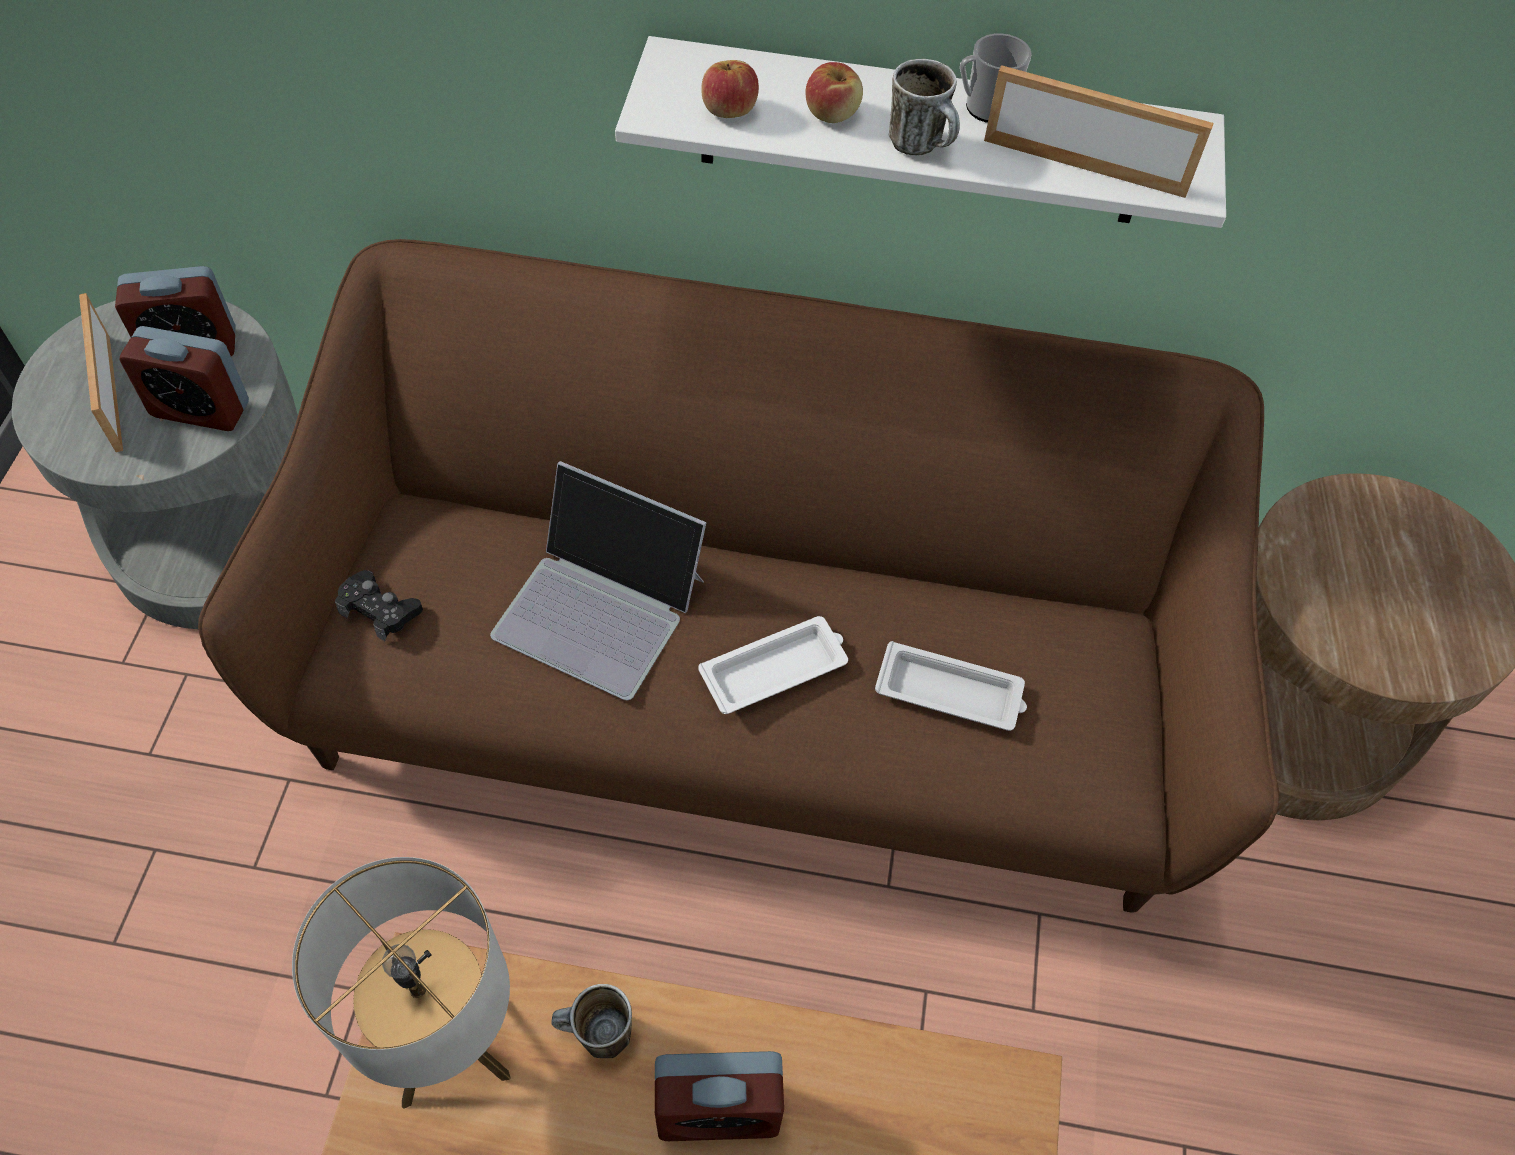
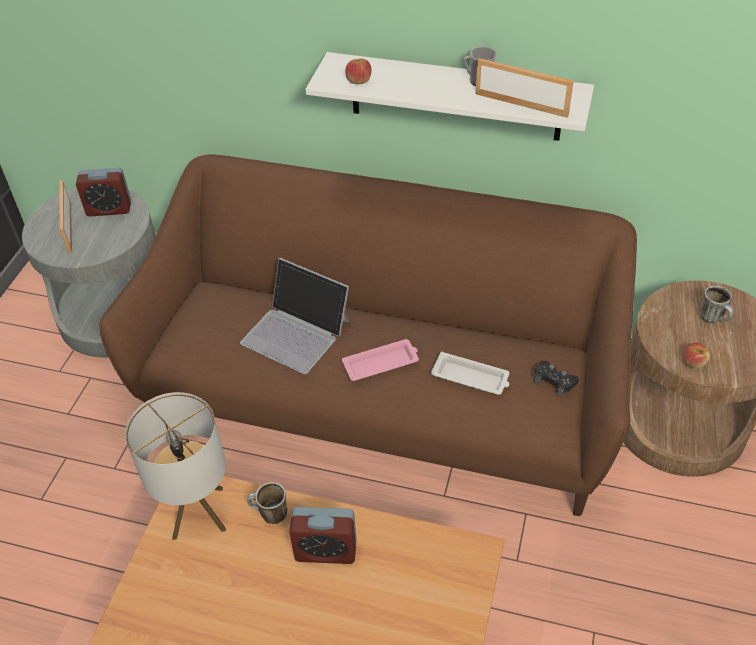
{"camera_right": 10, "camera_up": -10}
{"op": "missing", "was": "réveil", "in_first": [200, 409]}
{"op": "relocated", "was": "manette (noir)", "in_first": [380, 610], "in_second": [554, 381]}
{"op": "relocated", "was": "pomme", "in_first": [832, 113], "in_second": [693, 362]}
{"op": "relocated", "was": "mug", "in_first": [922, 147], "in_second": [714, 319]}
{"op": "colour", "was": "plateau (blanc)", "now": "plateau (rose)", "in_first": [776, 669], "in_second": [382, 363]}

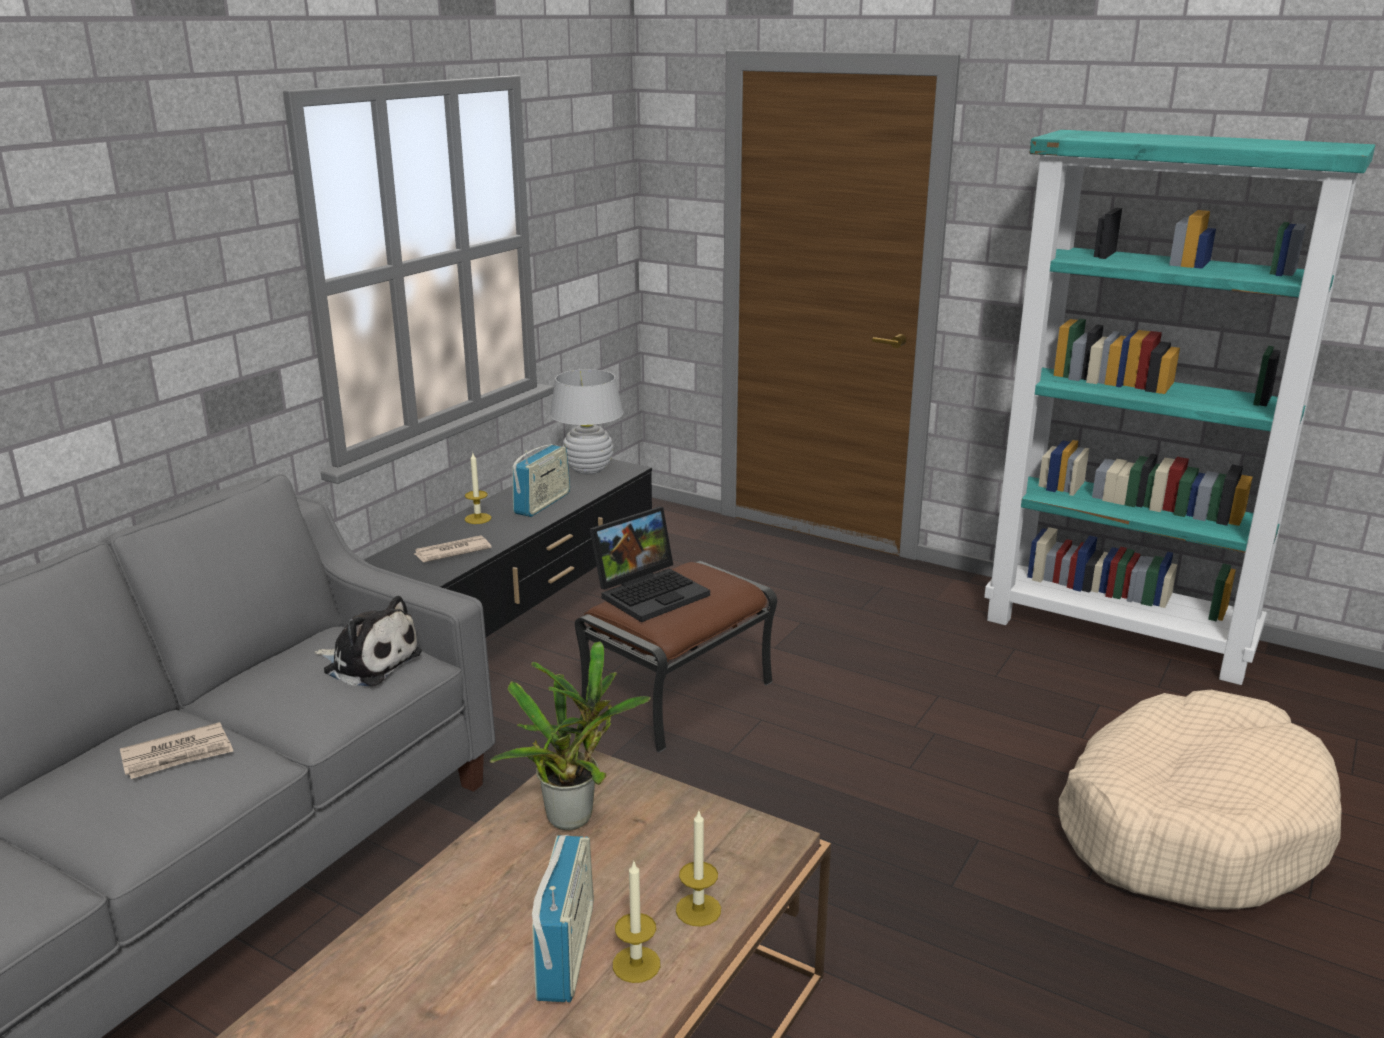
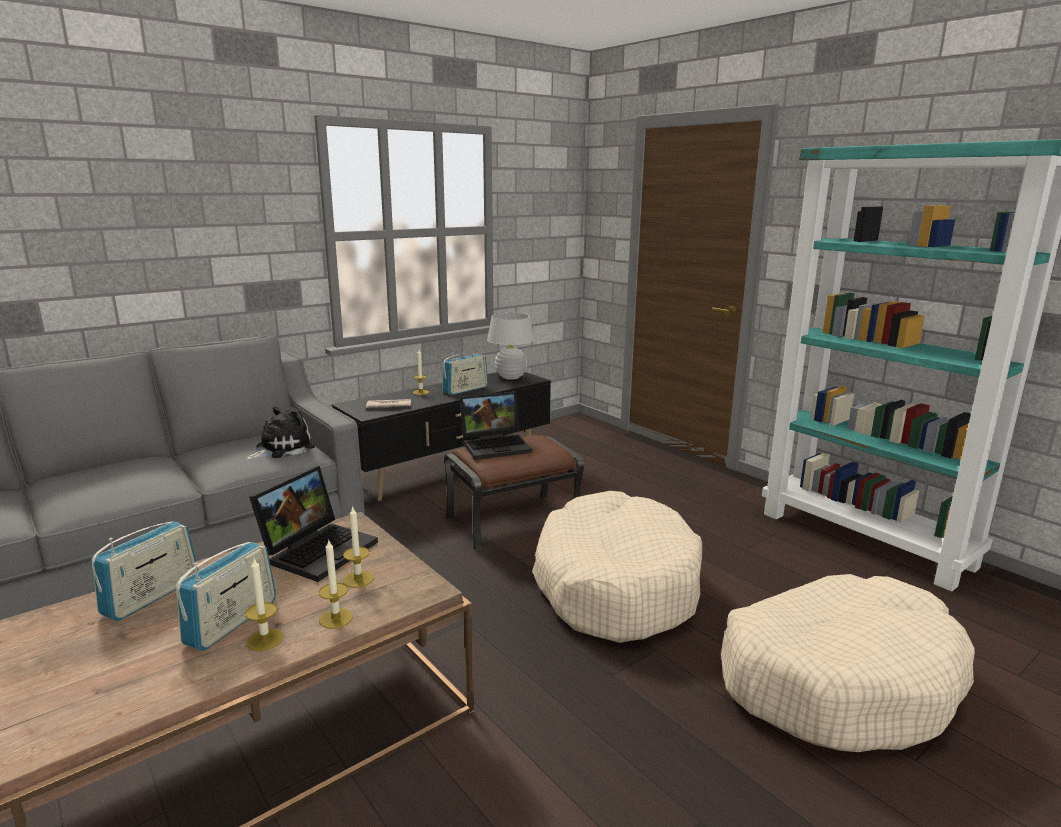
{"camera_right": 20, "camera_up": -5}
{"op": "missing", "was": "journal", "in_first": [178, 755]}
{"op": "appeared", "now": "radio", "in_second": [152, 596]}
{"op": "appeared", "now": "bougie", "in_second": [358, 579]}
{"op": "appeared", "now": "panier pour chien (beige)", "in_second": [615, 585]}
{"op": "exchanged", "was": "plante en pot", "now": "ordinateur portable", "in_first": [574, 815], "in_second": [319, 549]}
{"op": "spun", "was": "peluche", "in_first": [369, 662], "in_second": [281, 448], "clockwise": -90}

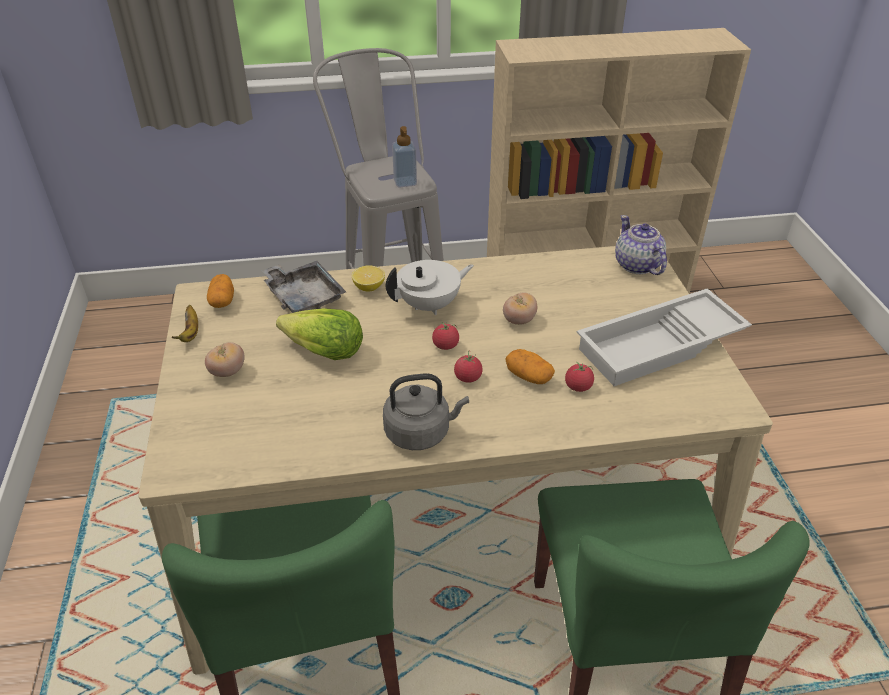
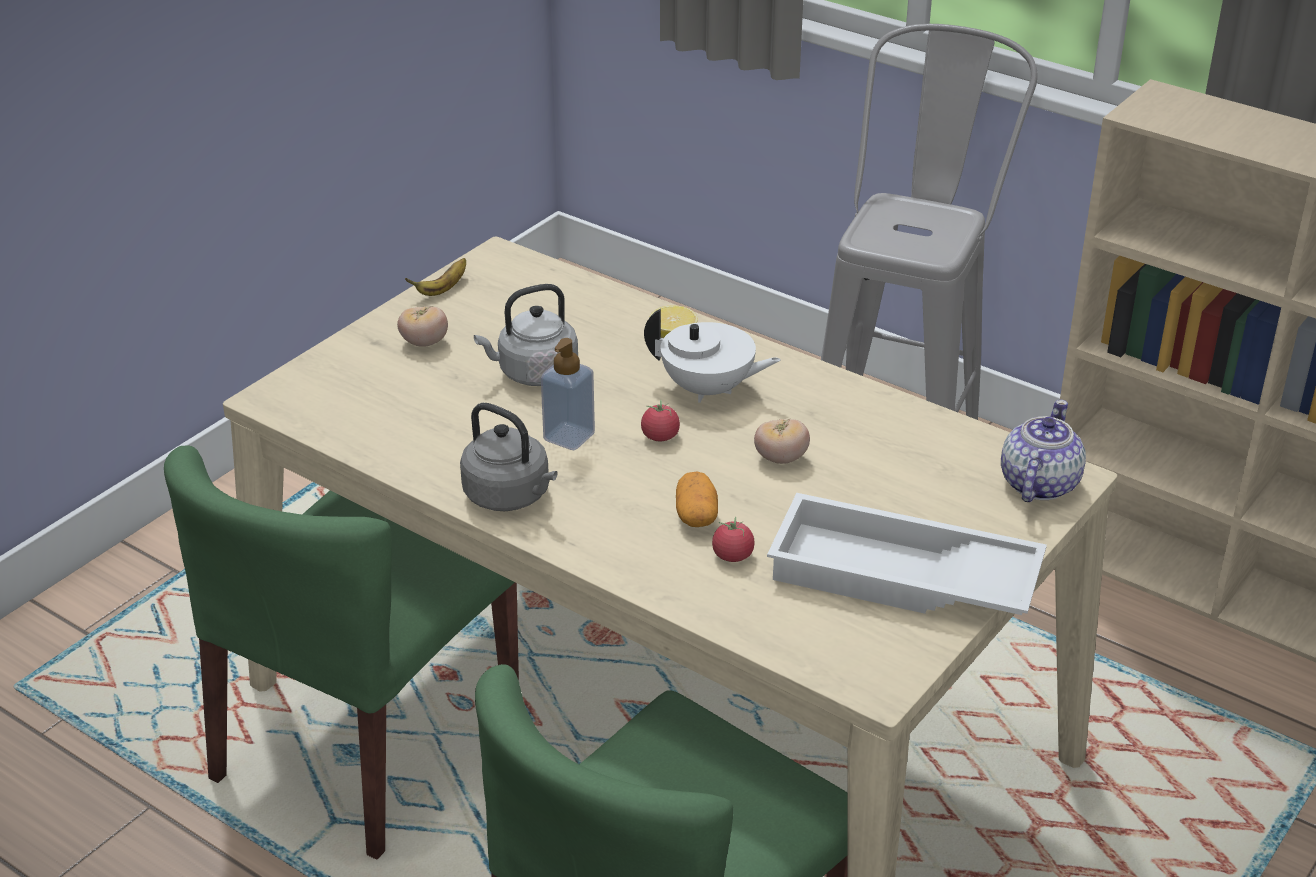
{"camera_right": 45, "camera_up": -5}
{"op": "missing", "was": "pomme de terre", "in_first": [222, 300]}
{"op": "missing", "was": "plateau (gris)", "in_first": [304, 297]}
{"op": "missing", "was": "tomate", "in_first": [468, 377]}
{"op": "relocated", "was": "distributeur de savon", "in_first": [405, 182], "in_second": [569, 437]}
{"op": "exchanged", "was": "laitue", "now": "bouilloire (gris)", "in_first": [323, 351], "in_second": [533, 373]}

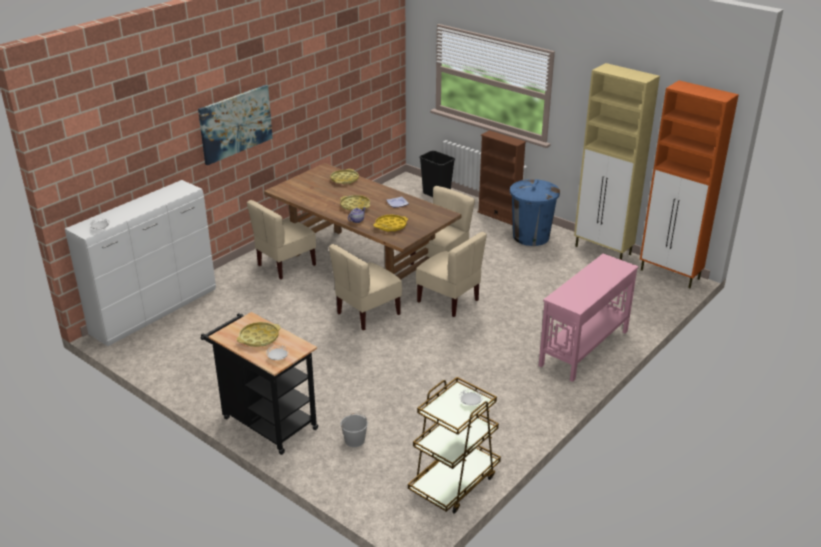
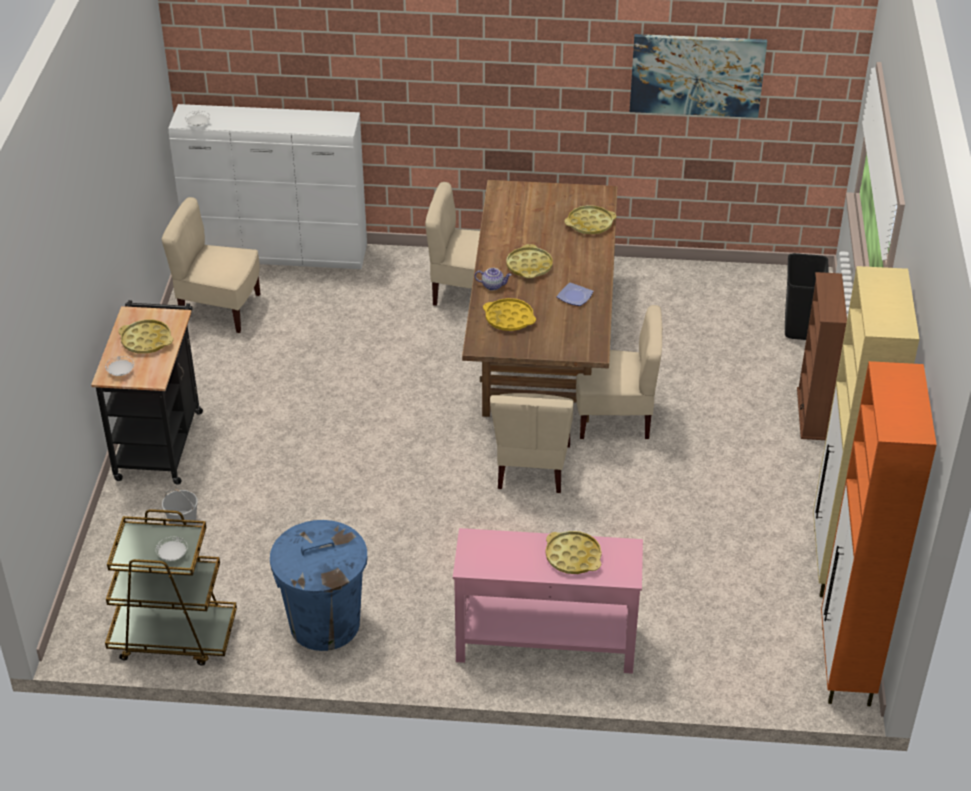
{"camera_right": 55, "camera_up": 10}
{"op": "appeared", "now": "plateau (jaune)", "in_second": [573, 556]}
{"op": "relocated", "was": "tableau", "in_first": [235, 123], "in_second": [697, 75]}
{"op": "relocated", "was": "chaise (beige)", "in_first": [367, 314], "in_second": [219, 309]}
{"op": "relocated", "was": "poubelle (bleu)", "in_first": [530, 237], "in_second": [324, 623]}

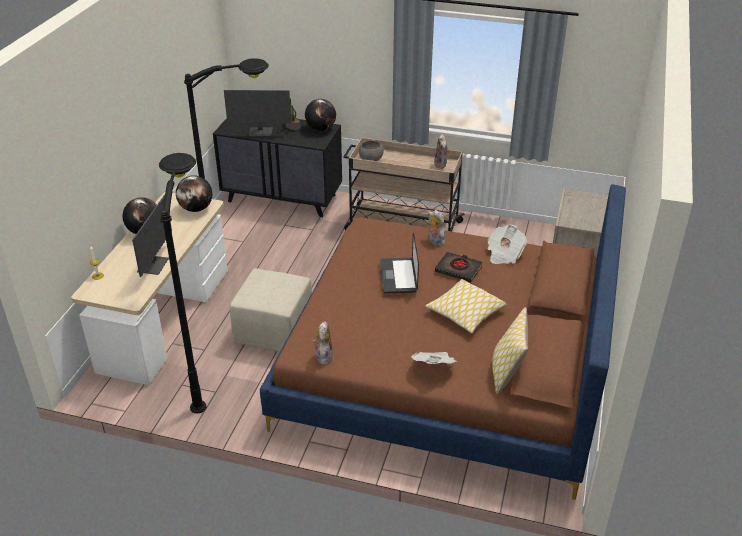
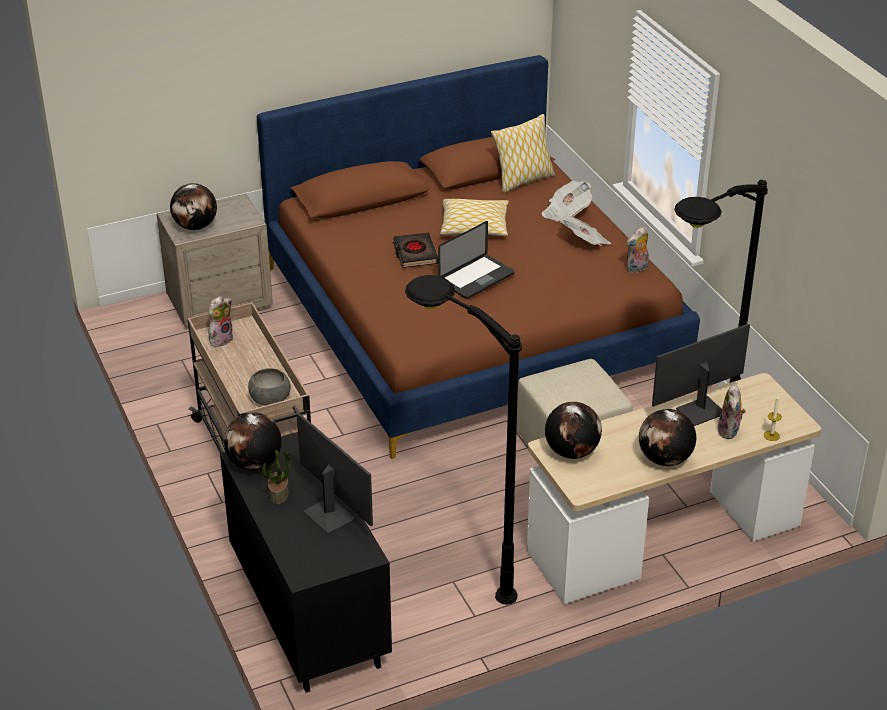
{"camera_right": -130, "camera_up": 0}
{"op": "appeared", "now": "globe", "in_second": [195, 226]}
{"op": "relocated", "was": "peluche", "in_first": [435, 241], "in_second": [730, 431]}
{"op": "relocated", "was": "journal", "in_first": [504, 254], "in_second": [585, 243]}

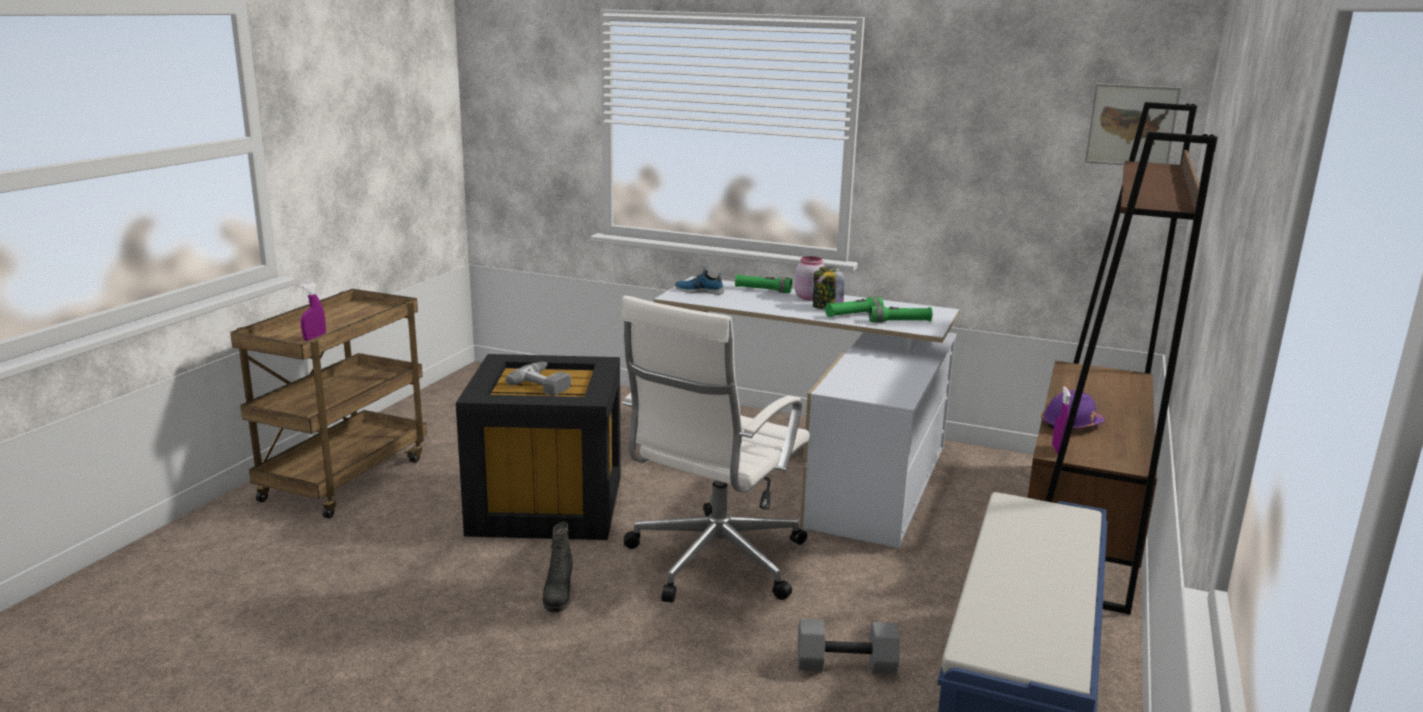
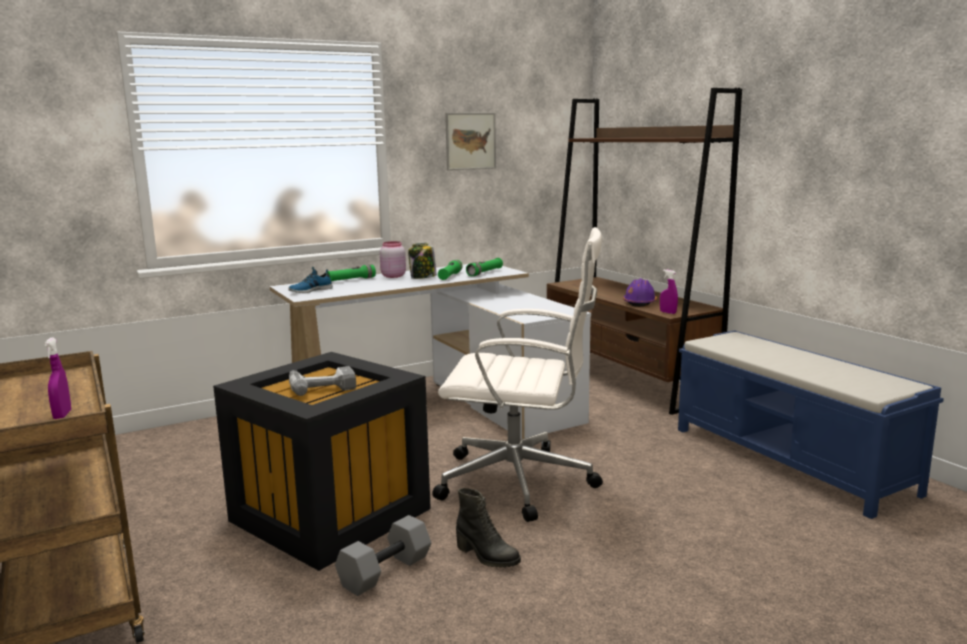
{"camera_right": -50, "camera_up": -5}
{"op": "relocated", "was": "haltère (gris)", "in_first": [846, 664], "in_second": [385, 570]}
{"op": "relocated", "was": "tableau", "in_first": [1131, 125], "in_second": [470, 141]}
{"op": "spun", "was": "chaise de bureau (blanc)", "in_first": [713, 561], "in_second": [521, 482], "clockwise": -60}

